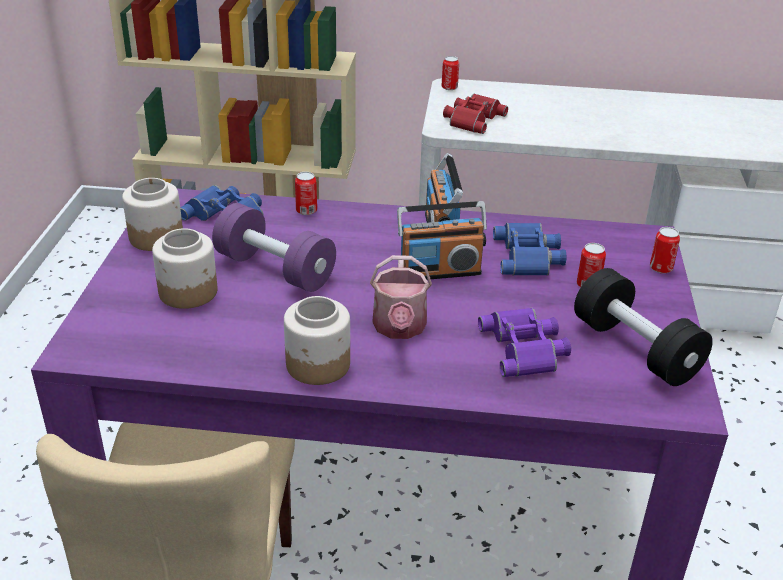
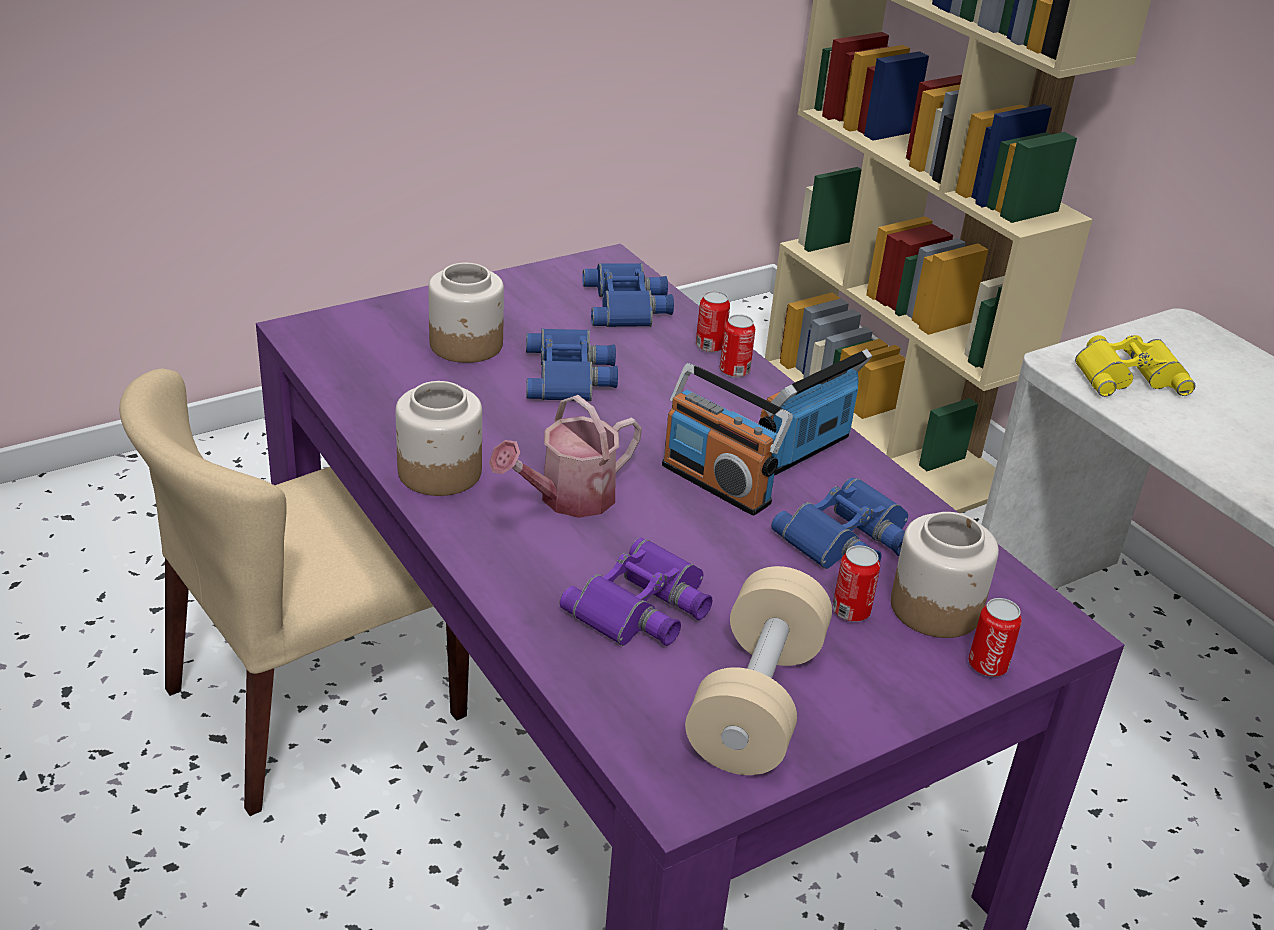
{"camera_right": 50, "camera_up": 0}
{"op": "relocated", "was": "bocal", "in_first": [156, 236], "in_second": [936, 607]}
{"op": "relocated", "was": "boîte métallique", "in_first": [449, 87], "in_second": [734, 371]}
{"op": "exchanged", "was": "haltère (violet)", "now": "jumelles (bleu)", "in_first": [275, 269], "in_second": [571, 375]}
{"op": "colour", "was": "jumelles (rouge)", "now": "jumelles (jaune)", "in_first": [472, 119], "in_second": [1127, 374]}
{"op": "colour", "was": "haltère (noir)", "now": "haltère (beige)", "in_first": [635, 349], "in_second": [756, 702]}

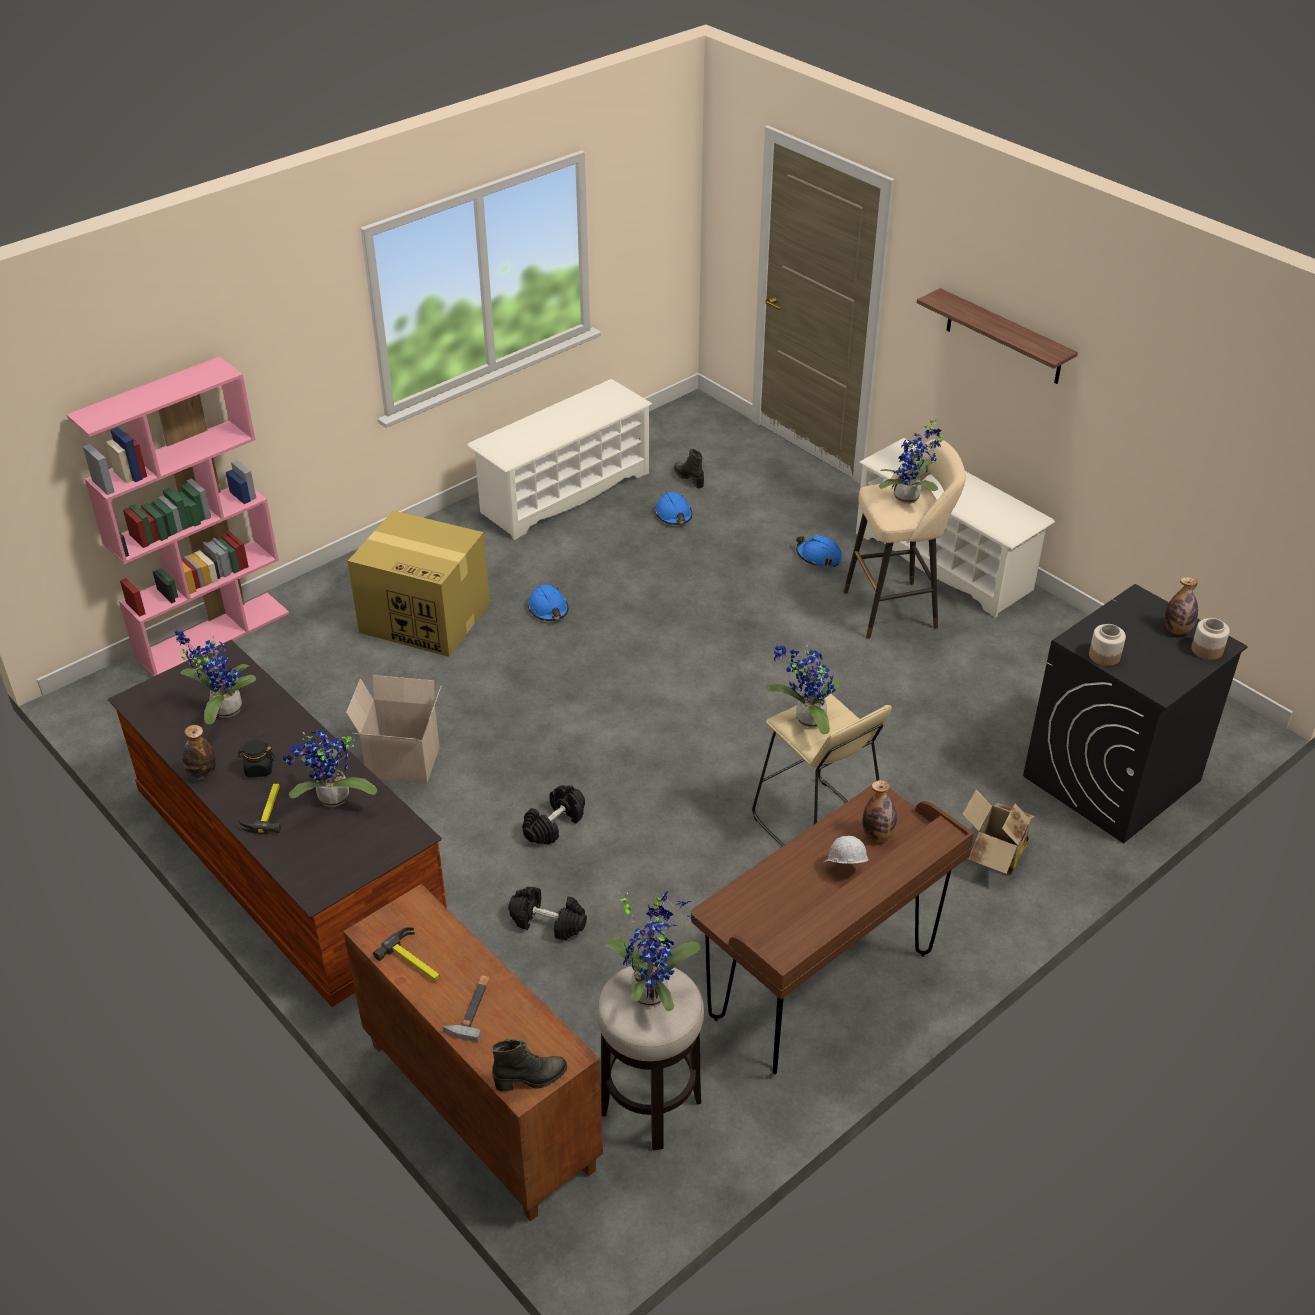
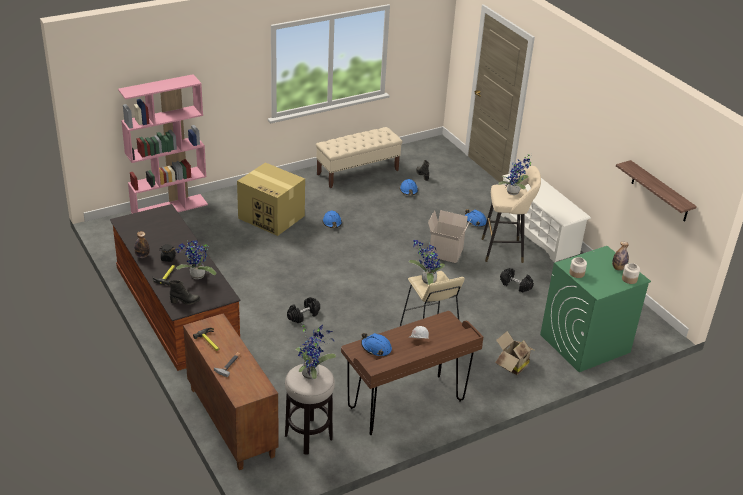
{"camera_right": 10, "camera_up": -5}
{"op": "missing", "was": "plante en pot", "in_first": [223, 709]}
{"op": "missing", "was": "bouteille", "in_first": [878, 835]}
{"op": "appeared", "now": "casque de chantier (bleu)", "in_second": [376, 348]}
{"op": "relocated", "was": "carton", "in_first": [401, 764], "in_second": [445, 253]}
{"op": "relocated", "was": "botte (noir)", "in_first": [531, 1079], "in_second": [185, 301]}
{"op": "relocated", "was": "haltère (noir)", "in_first": [548, 922], "in_second": [516, 285]}
{"op": "relocated", "was": "étagère", "in_first": [1004, 337], "in_second": [660, 192]}
{"op": "exchanged", "was": "étagère à chaussures (blanc)", "now": "banc (beige)", "in_first": [564, 492], "in_second": [358, 172]}
{"op": "colour", "was": "lave-linge (noir)", "now": "lave-linge (vert)", "in_first": [1111, 779], "in_second": [584, 344]}

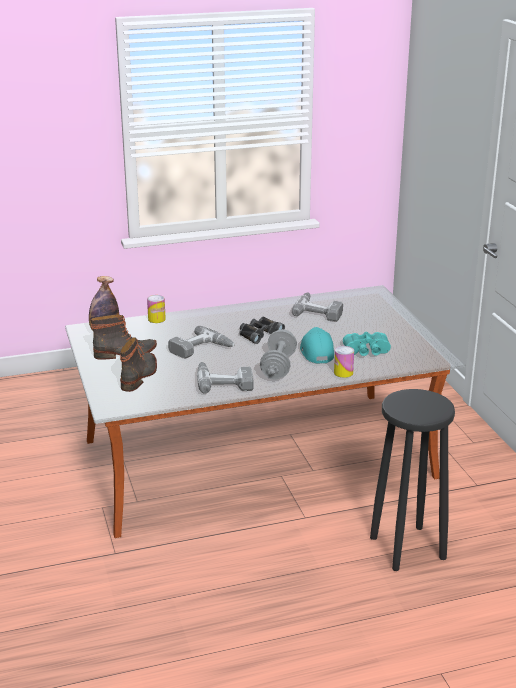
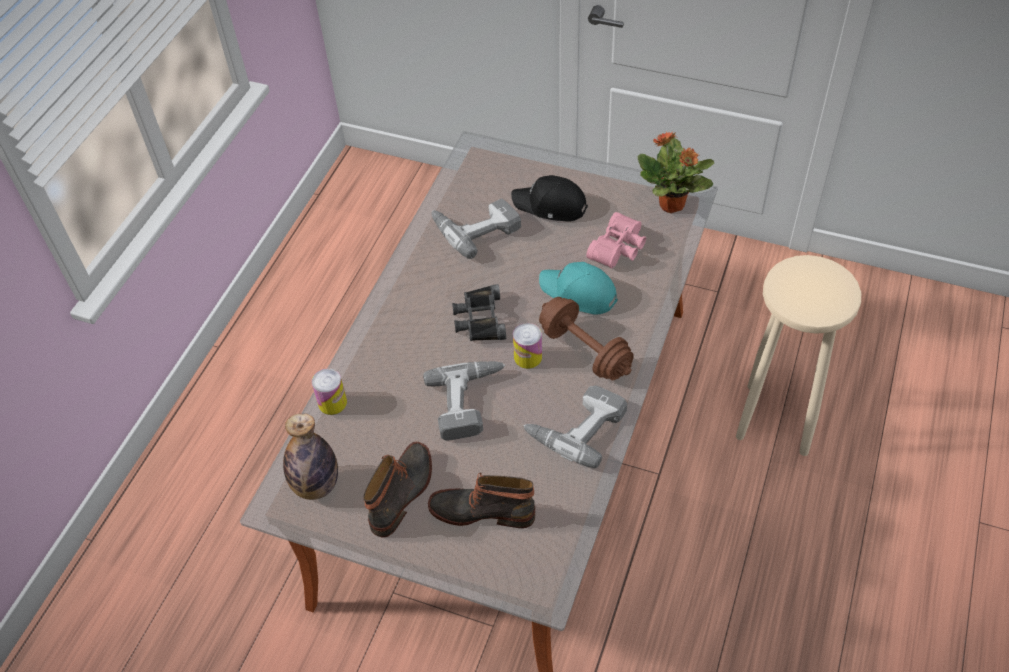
{"camera_right": -50, "camera_up": 25}
{"op": "appeared", "now": "casquette (noir)", "in_second": [550, 205]}
{"op": "appeared", "now": "plante en pot", "in_second": [672, 205]}
{"op": "relocated", "was": "boîte métallique", "in_first": [343, 373], "in_second": [528, 357]}
{"op": "colour", "was": "haltère (gris)", "now": "haltère (marron)", "in_first": [278, 367], "in_second": [585, 351]}
{"op": "colour", "was": "jumelles (turquoise)", "now": "jumelles (rose)", "in_first": [367, 352], "in_second": [619, 249]}
{"op": "colour", "was": "tabouret (noir)", "now": "tabouret (beige)", "in_first": [406, 548], "in_second": [776, 420]}
{"op": "spun", "was": "botte", "in_first": [139, 376], "in_second": [482, 510], "clockwise": -45}

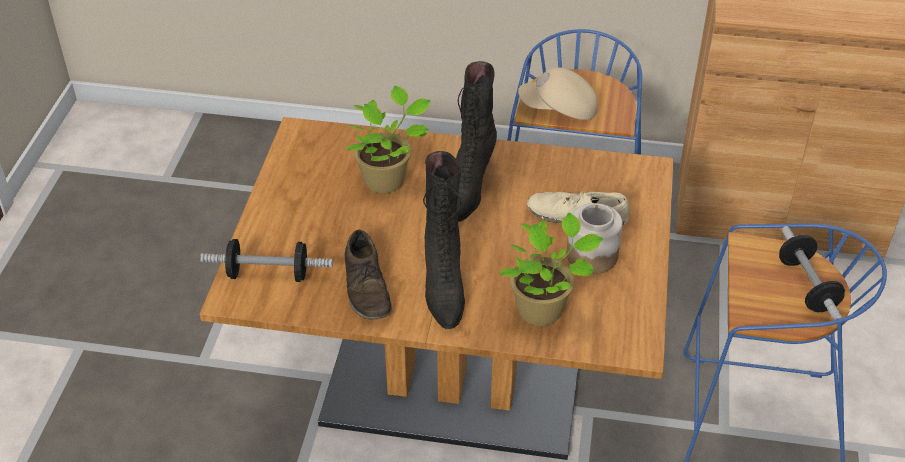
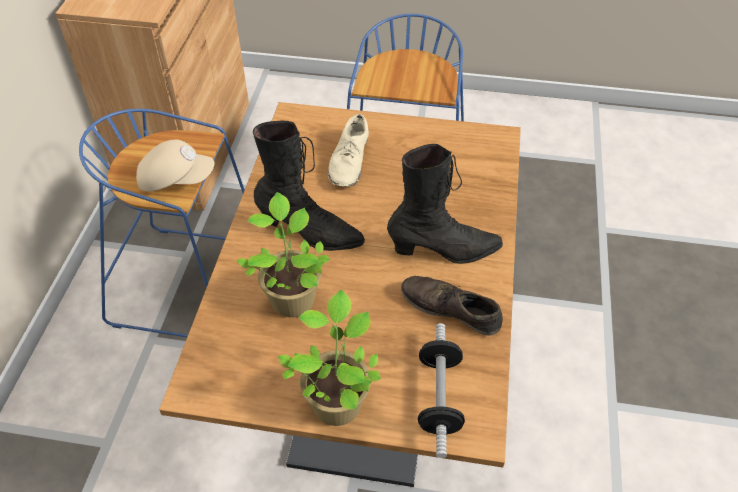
{"camera_right": -90, "camera_up": 5}
{"op": "missing", "was": "bocal", "in_first": [592, 255]}
{"op": "missing", "was": "haltère", "in_first": [807, 286]}
{"op": "relocated", "was": "plante en pot", "in_first": [543, 310], "in_second": [337, 401]}
{"op": "spun", "was": "chaussure (marron)", "in_first": [367, 287], "in_second": [450, 309], "clockwise": -135}
{"op": "spun", "was": "casquette (beige)", "in_first": [559, 109], "in_second": [176, 179], "clockwise": -90}

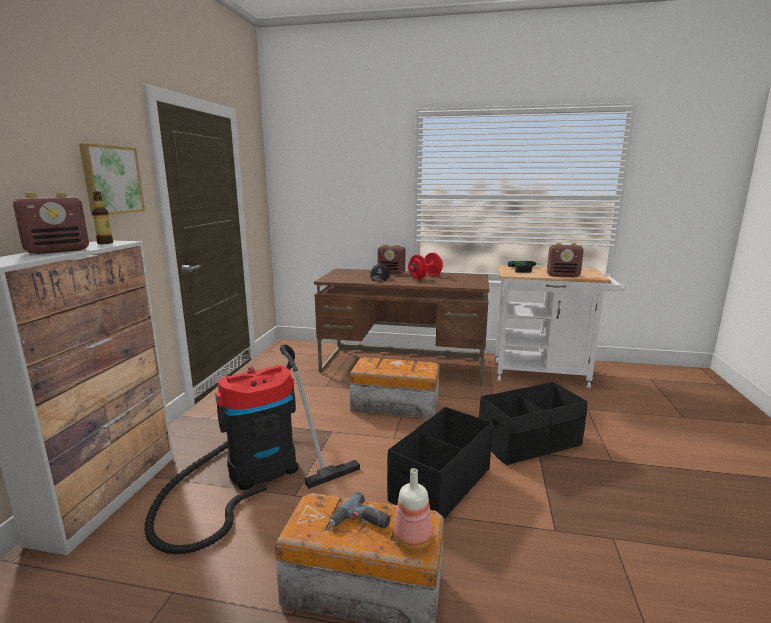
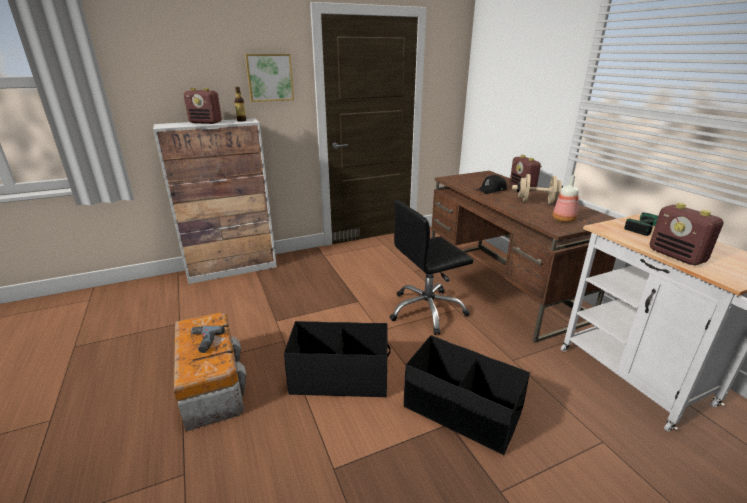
{"camera_right": 55, "camera_up": 10}
{"op": "missing", "was": "aspirateur", "in_first": [255, 472]}
{"op": "relocated", "was": "bouteille", "in_first": [413, 538], "in_second": [564, 220]}
{"op": "exchanged", "was": "boîte de rangement", "now": "chaise de bureau (noir)", "in_first": [394, 405], "in_second": [427, 311]}
{"op": "colour", "was": "haltère (rouge)", "now": "haltère (beige)", "in_first": [425, 277], "in_second": [536, 202]}

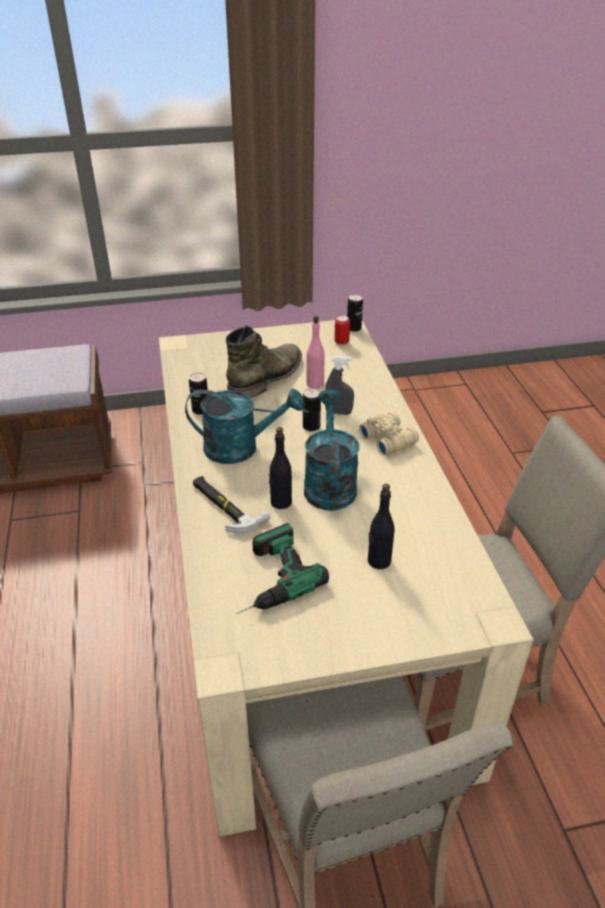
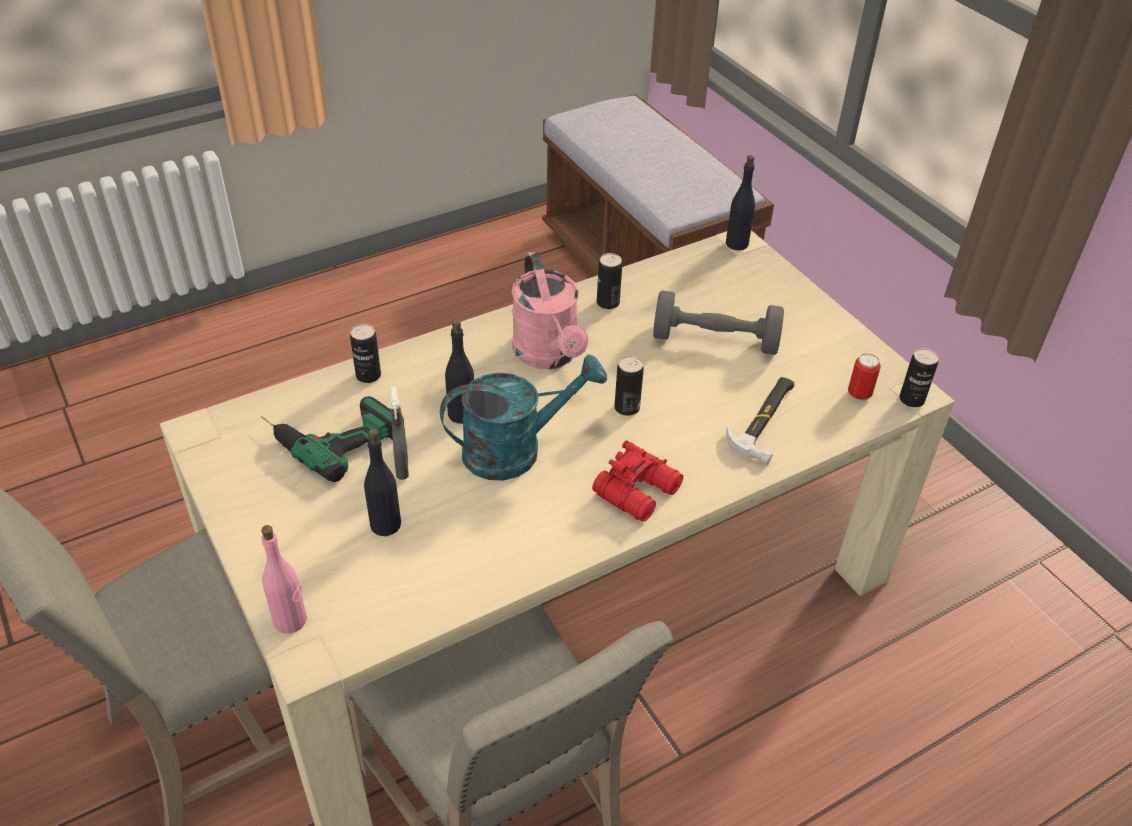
{"camera_right": 70, "camera_up": 5}
{"op": "appeared", "now": "boîte métallique", "in_second": [368, 375]}
{"op": "appeared", "now": "bouteille (noir)", "in_second": [737, 244]}
{"op": "relocated", "was": "marteau", "in_first": [225, 506], "in_second": [765, 421]}
{"op": "relocated", "was": "bouteille (rose)", "in_first": [315, 384], "in_second": [290, 620]}
{"op": "relocated", "was": "vaporisateur (gris)", "in_first": [338, 412], "in_second": [402, 467]}
{"op": "exchanged", "was": "botte (vert)", "now": "haltère (gris)", "in_first": [267, 377], "in_second": [715, 340]}
{"op": "colour", "was": "arrosoir (turquoise)", "now": "arrosoir (rose)", "in_first": [241, 448], "in_second": [549, 356]}
{"op": "colour", "was": "jumelles (beige)", "now": "jumelles (rouge)", "in_first": [388, 439], "in_second": [639, 491]}

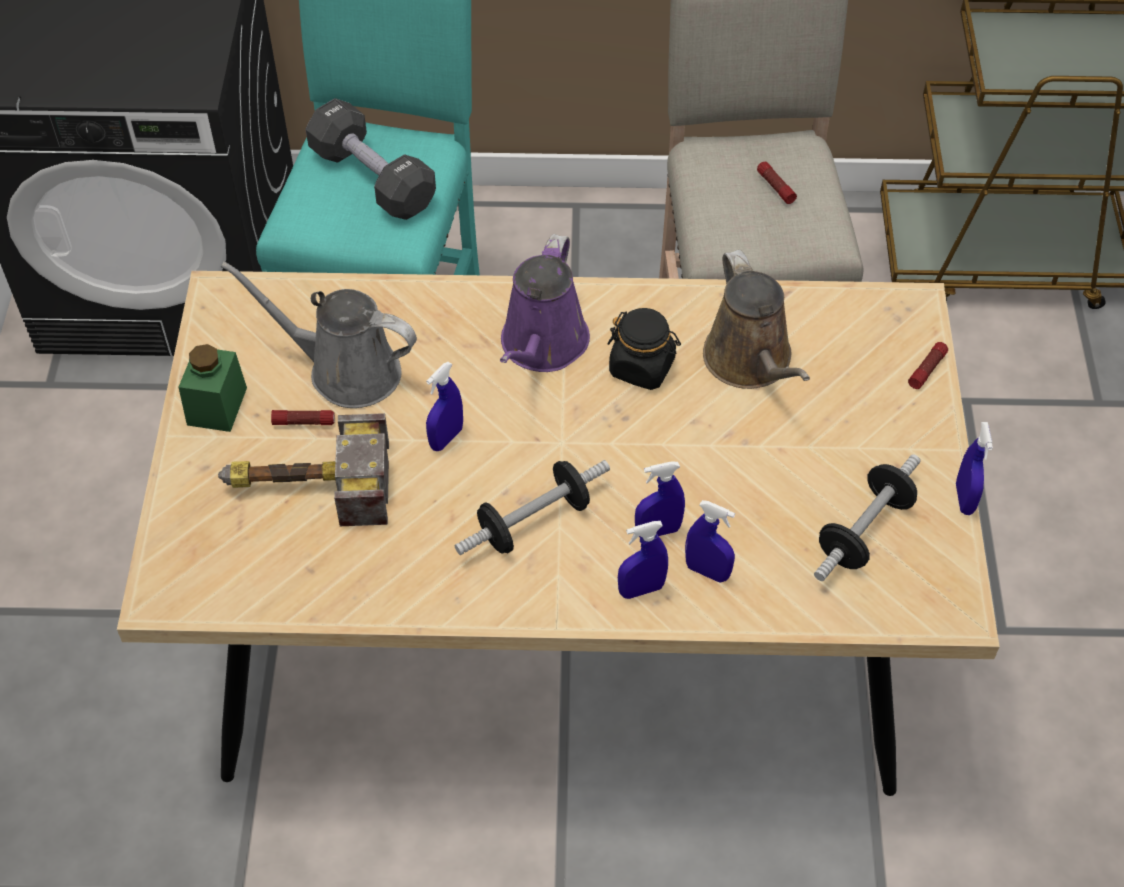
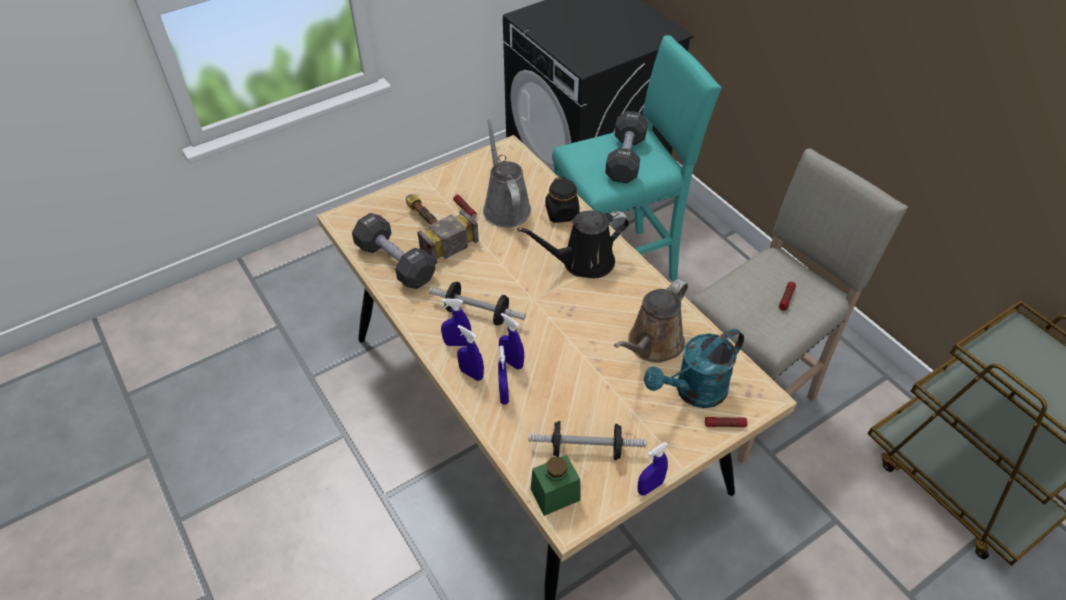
{"camera_right": 55, "camera_up": -5}
{"op": "appeared", "now": "haltère (noir)", "in_second": [395, 262]}
{"op": "appeared", "now": "arrosoir (turquoise)", "in_second": [693, 392]}
{"op": "relocated", "was": "bocal (vert)", "in_first": [217, 406], "in_second": [555, 494]}
{"op": "relocated", "was": "vaporisateur (bleu)", "in_first": [446, 438], "in_second": [457, 343]}
{"op": "relocated", "was": "bocal (noir)", "in_first": [642, 367], "in_second": [562, 213]}
{"op": "colour", "was": "arrosoir (violet)", "now": "arrosoir (noir)", "in_first": [542, 346], "in_second": [583, 262]}

